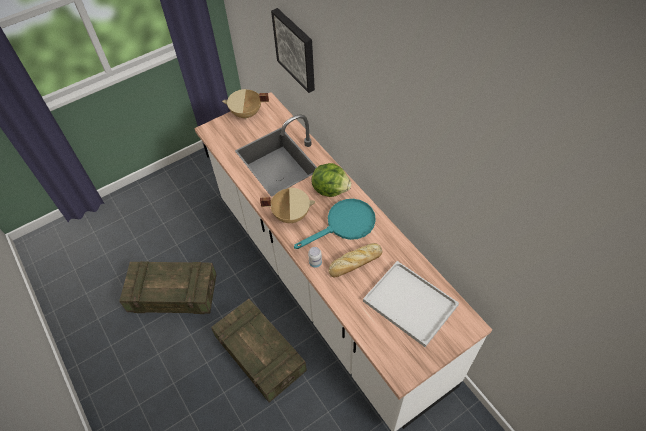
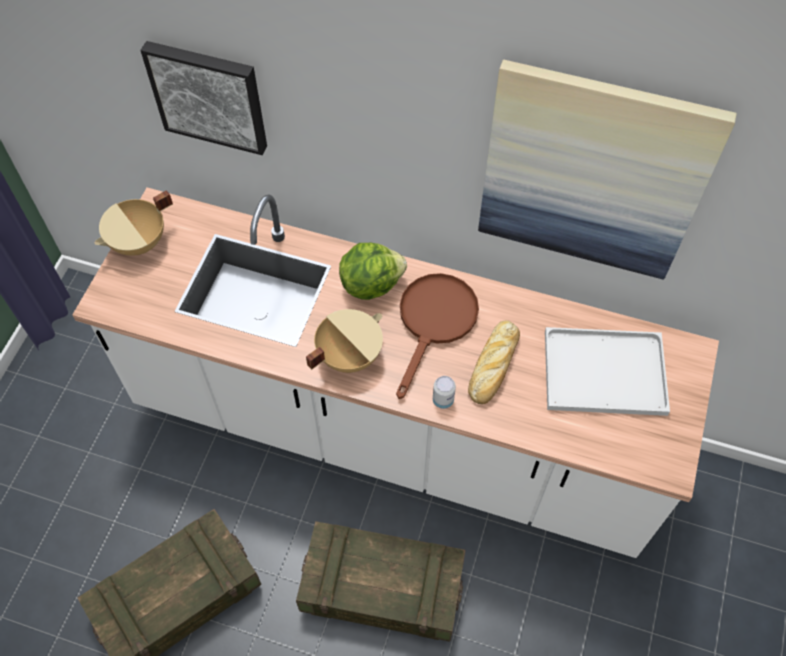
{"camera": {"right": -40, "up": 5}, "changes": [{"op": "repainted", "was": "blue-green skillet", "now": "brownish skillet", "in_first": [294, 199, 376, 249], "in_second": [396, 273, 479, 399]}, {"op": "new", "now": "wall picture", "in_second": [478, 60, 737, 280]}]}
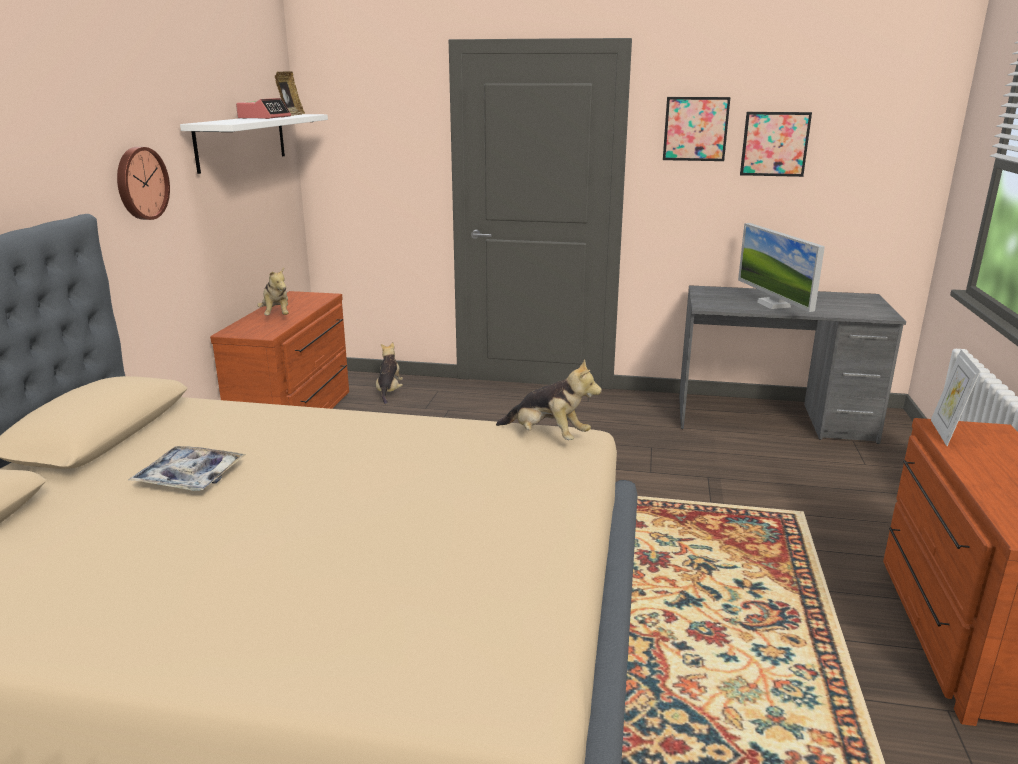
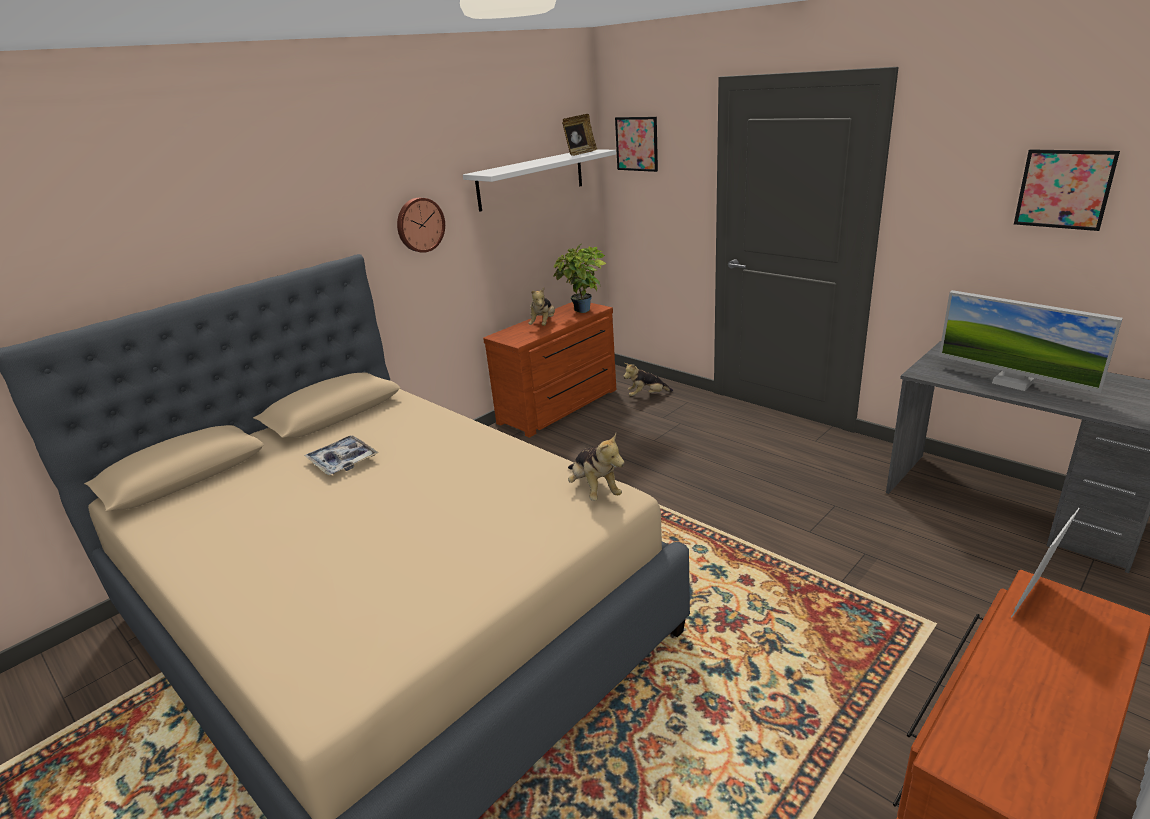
{"camera": {"right": 35, "up": 5}, "changes": [{"op": "gone", "was": "table clock", "in_first": [236, 98, 291, 119]}, {"op": "rotated", "was": "plush toy", "in_first": [376, 342, 403, 404], "in_second": [623, 363, 673, 396], "clockwise": -135}, {"op": "shifted", "was": "wall picture", "in_first": [663, 97, 731, 161], "in_second": [615, 117, 658, 172]}, {"op": "rotated", "was": "monitor", "in_first": [738, 223, 825, 312], "in_second": [939, 290, 1123, 393], "clockwise": -60}, {"op": "new", "now": "houseplant", "in_second": [553, 244, 607, 313]}]}
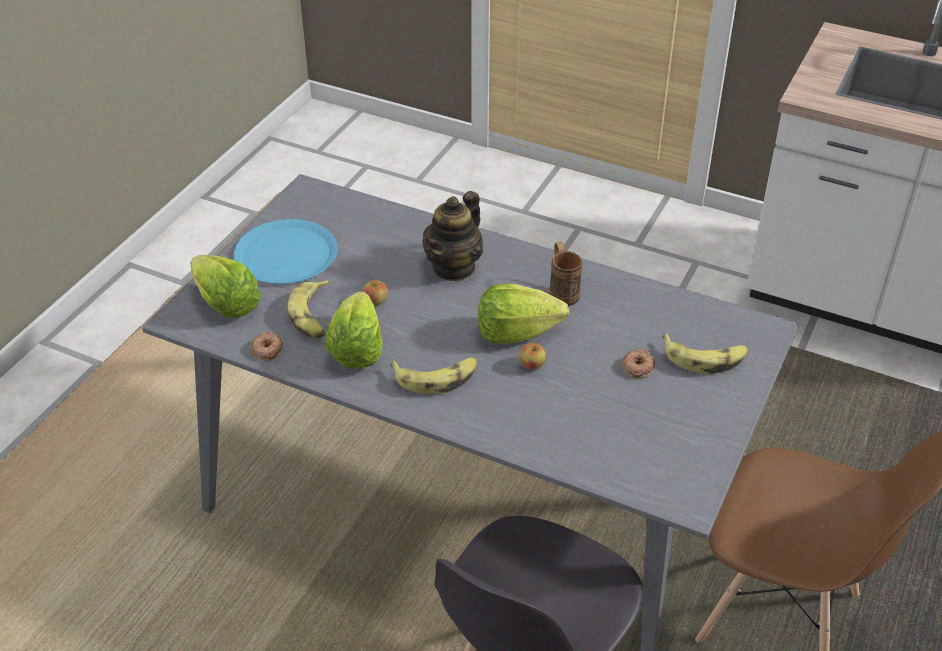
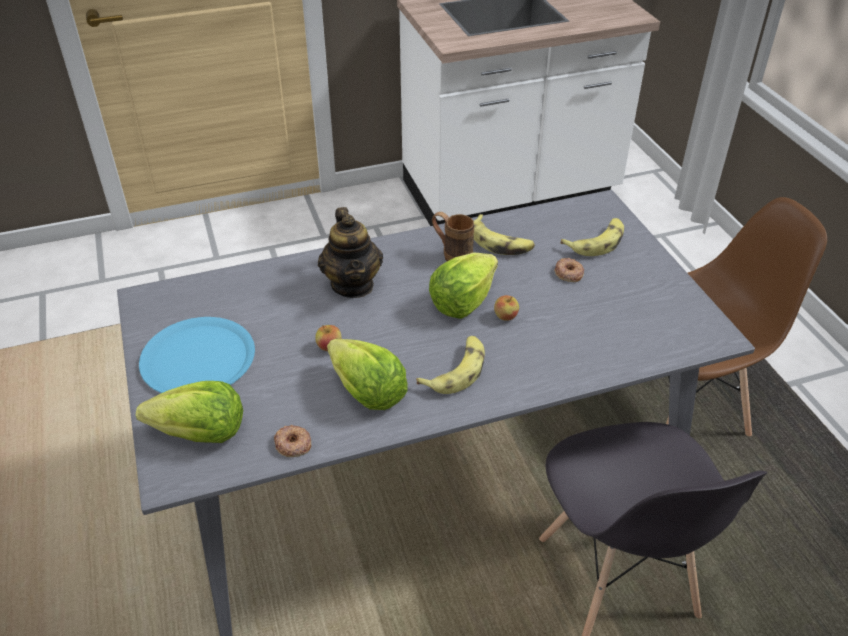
{"camera": {"right": -45, "up": 0}, "changes": [{"op": "shifted", "was": "banana fruit", "in_first": [288, 280, 330, 338], "in_second": [474, 214, 535, 255]}]}
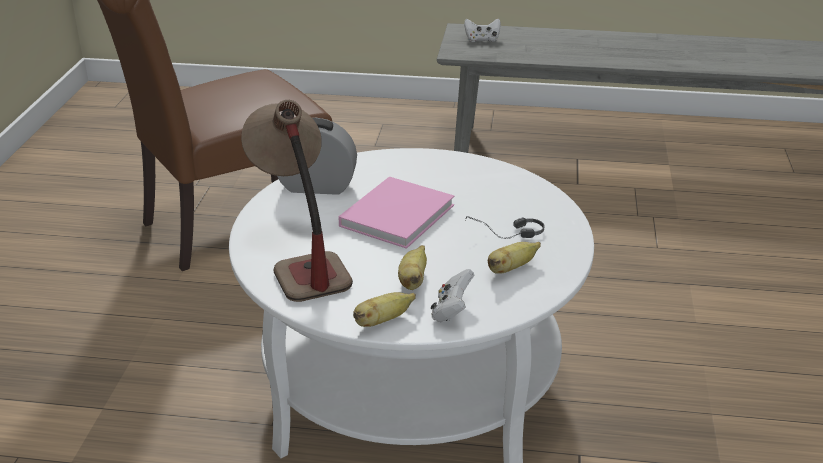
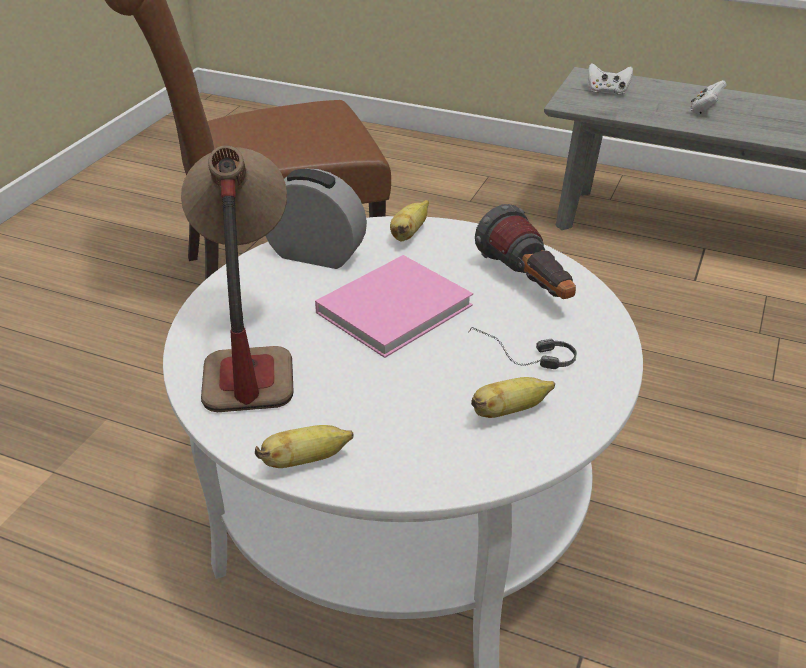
{"camera": {"right": 15, "up": 5}, "changes": [{"op": "shifted", "was": "banana fruit", "in_first": [398, 245, 427, 290], "in_second": [390, 200, 429, 242]}, {"op": "shifted", "was": "white game controller", "in_first": [431, 269, 474, 322], "in_second": [690, 80, 727, 114]}, {"op": "new", "now": "torch", "in_second": [475, 204, 576, 299]}]}
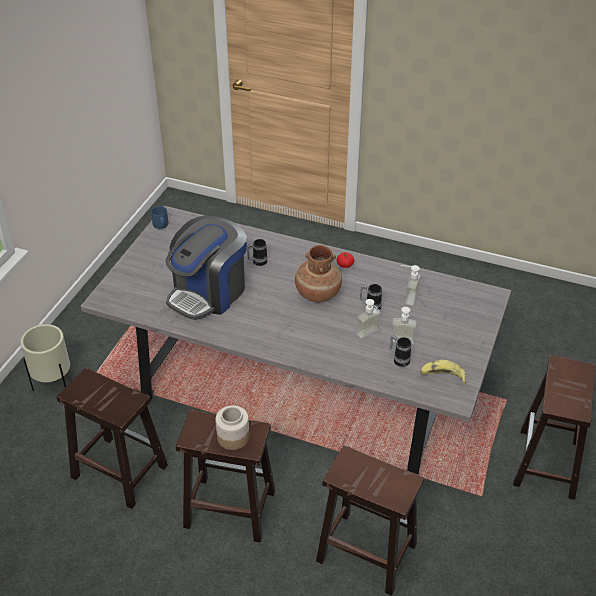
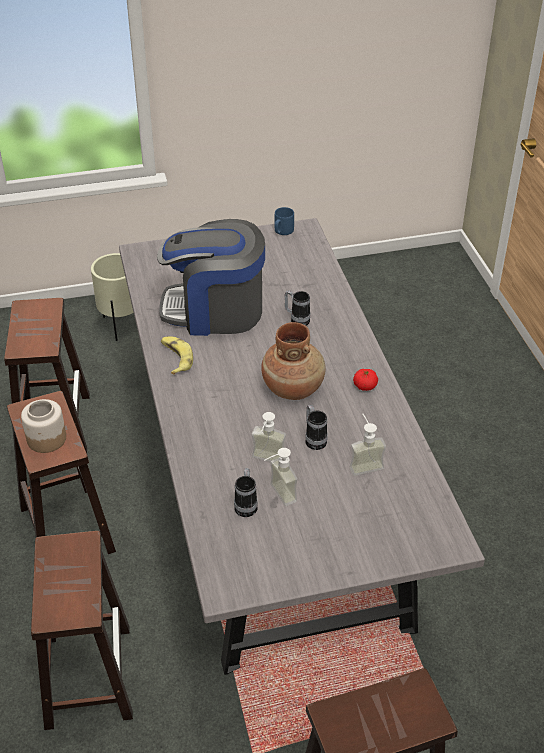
{"camera": {"right": 55, "up": 0}, "changes": [{"op": "shifted", "was": "banana fruit", "in_first": [420, 360, 466, 383], "in_second": [161, 337, 193, 375]}]}
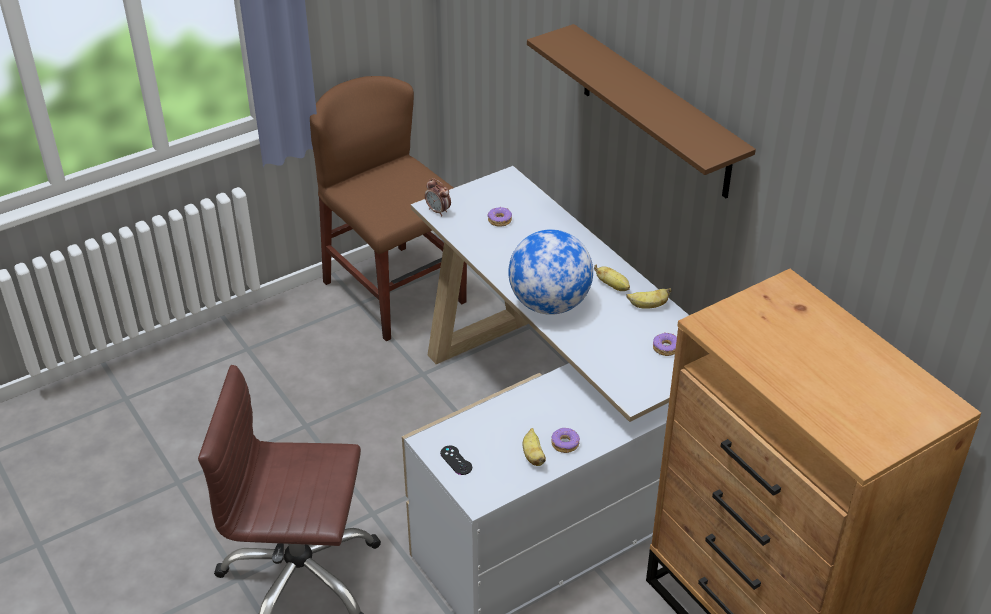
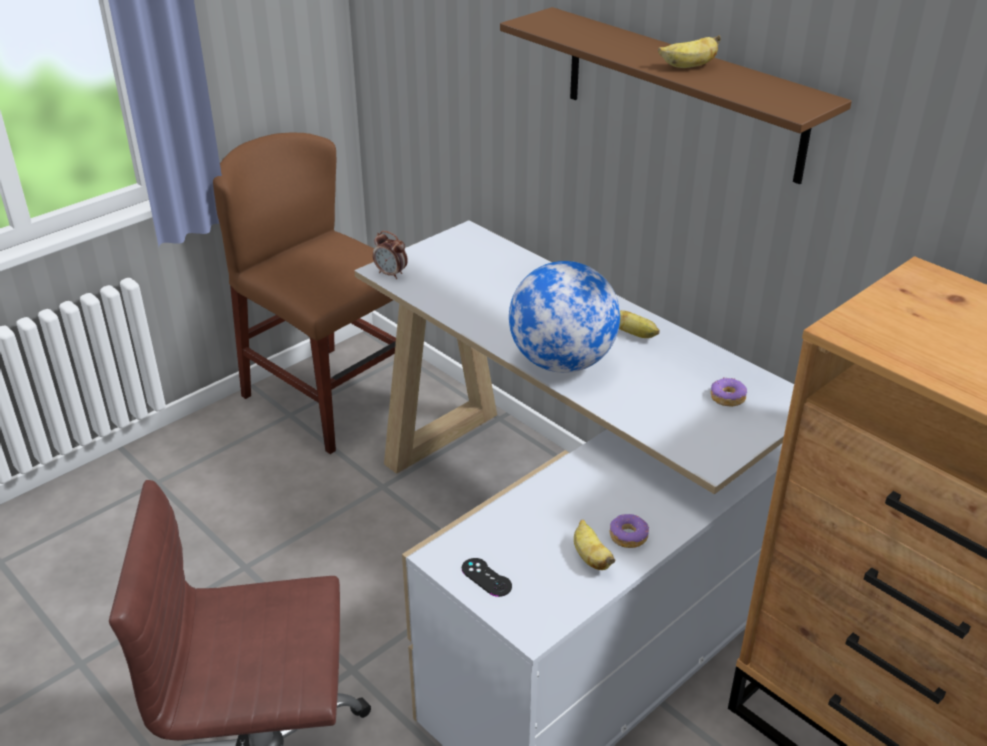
{"camera": {"right": -10, "up": -5}, "changes": [{"op": "gone", "was": "ring doughnut", "in_first": [487, 206, 512, 227]}, {"op": "shifted", "was": "banana fruit", "in_first": [626, 288, 671, 309], "in_second": [658, 35, 721, 68]}]}
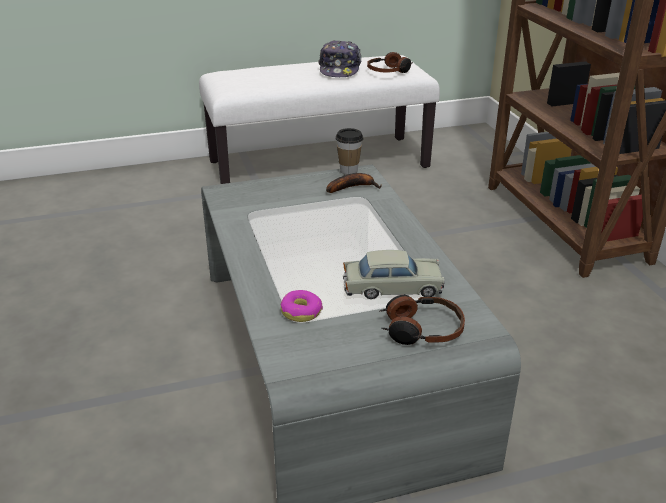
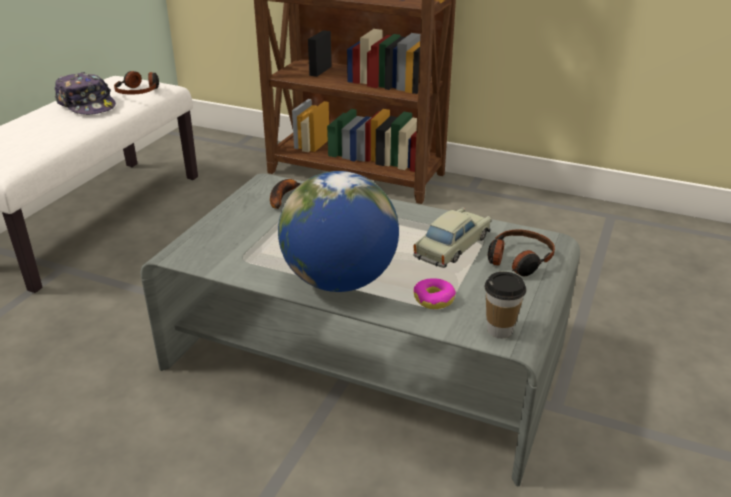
{"camera": {"right": -50, "up": 0}, "changes": [{"op": "shifted", "was": "drinking cup", "in_first": [335, 128, 364, 175], "in_second": [484, 272, 526, 338]}, {"op": "new", "now": "globe", "in_second": [278, 171, 399, 292]}]}
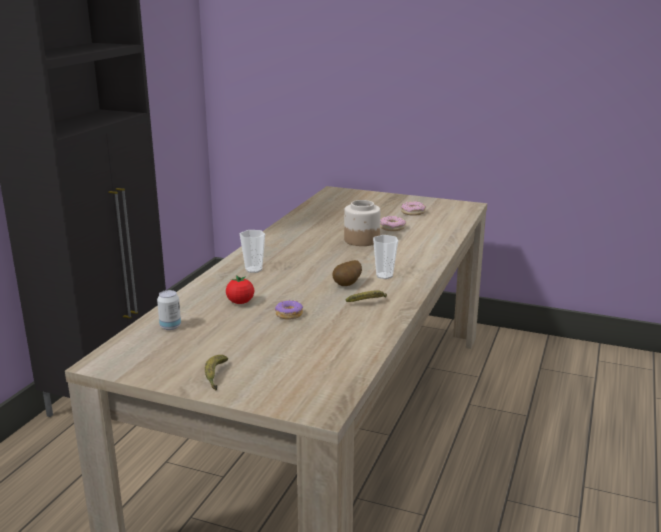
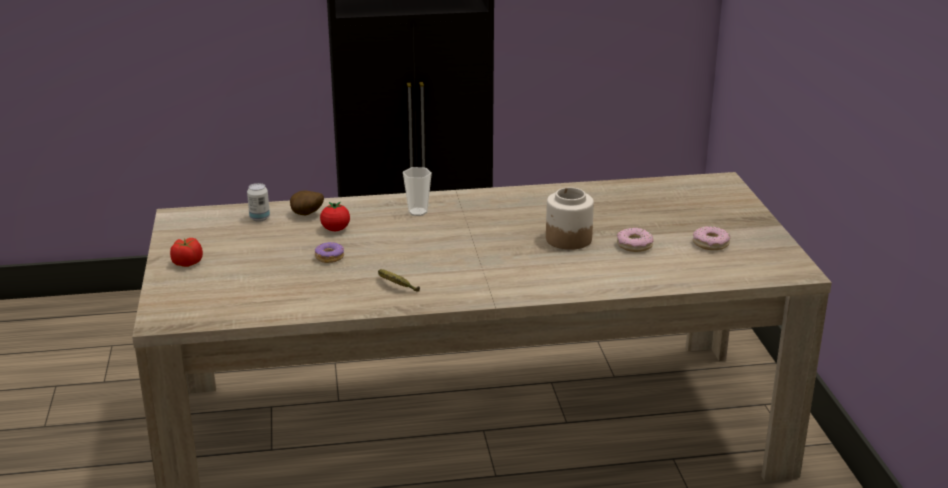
{"camera": {"right": 60, "up": 5}, "changes": [{"op": "swapped", "was": "banana fruit", "now": "tomato", "in_first": [205, 355, 228, 391], "in_second": [170, 238, 203, 267]}, {"op": "shifted", "was": "potato", "in_first": [332, 260, 362, 286], "in_second": [290, 190, 324, 215]}, {"op": "gone", "was": "drinking cup", "in_first": [373, 235, 398, 279]}]}
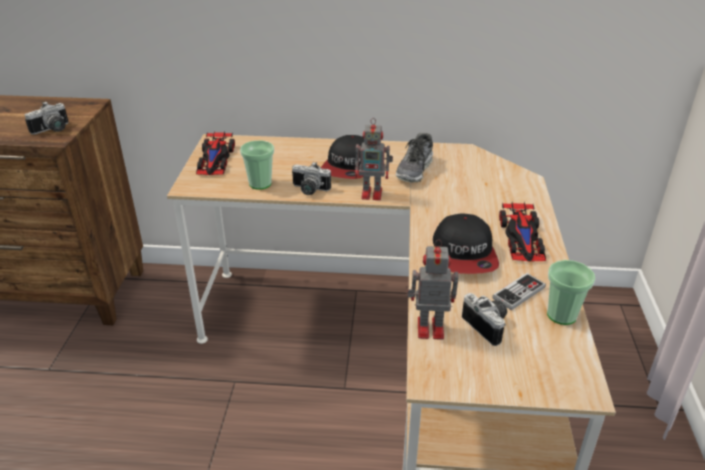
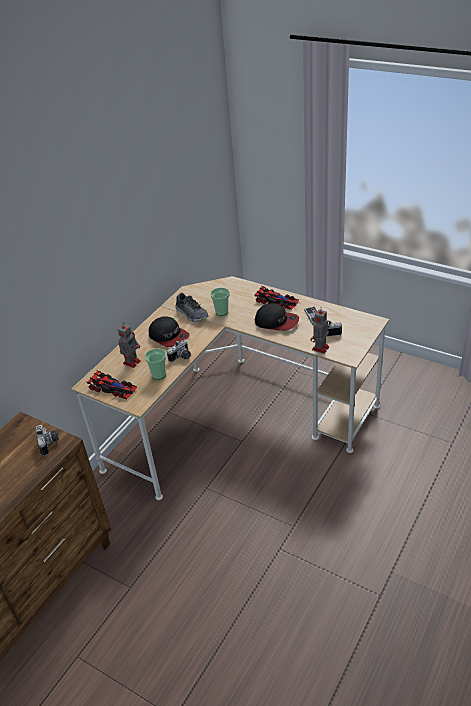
{"camera": {"right": -60, "up": 5}, "changes": [{"op": "shifted", "was": "toy robot", "in_first": [355, 118, 393, 200], "in_second": [118, 323, 141, 368]}, {"op": "shifted", "was": "drinking cup", "in_first": [547, 260, 595, 325], "in_second": [210, 288, 230, 316]}]}
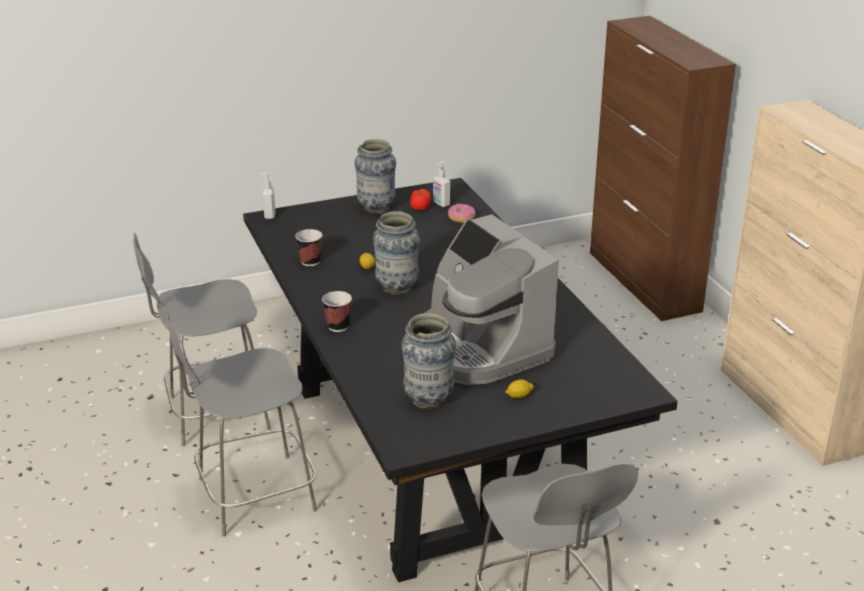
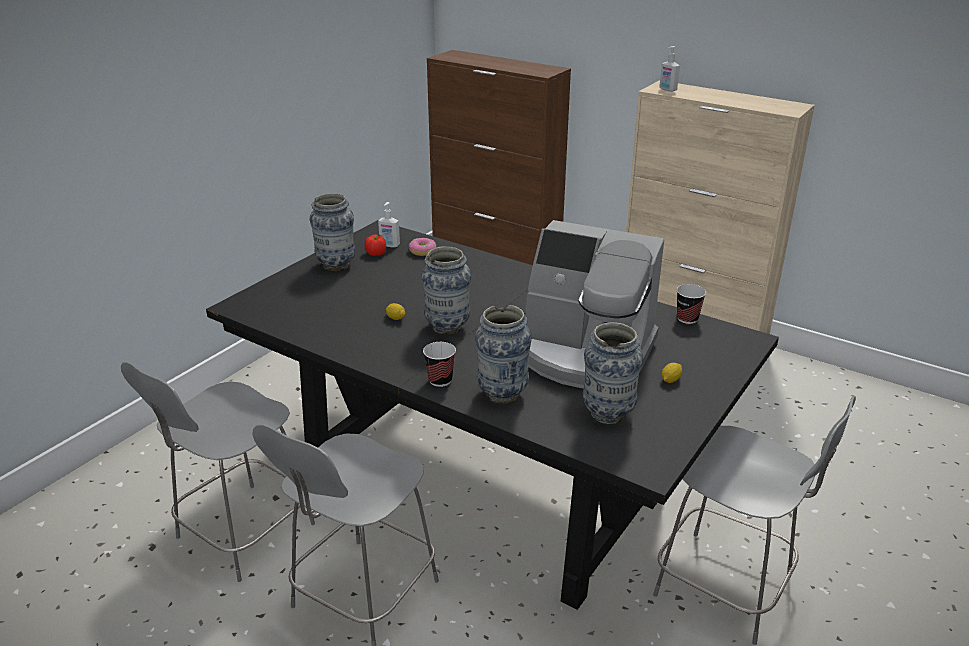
{"camera": {"right": -35, "up": 0}, "changes": [{"op": "shifted", "was": "soap bottle", "in_first": [260, 173, 275, 219], "in_second": [659, 46, 680, 92]}, {"op": "shifted", "was": "drinking cup", "in_first": [295, 229, 322, 266], "in_second": [677, 284, 706, 324]}, {"op": "new", "now": "flower vase", "in_second": [475, 305, 532, 404]}]}
